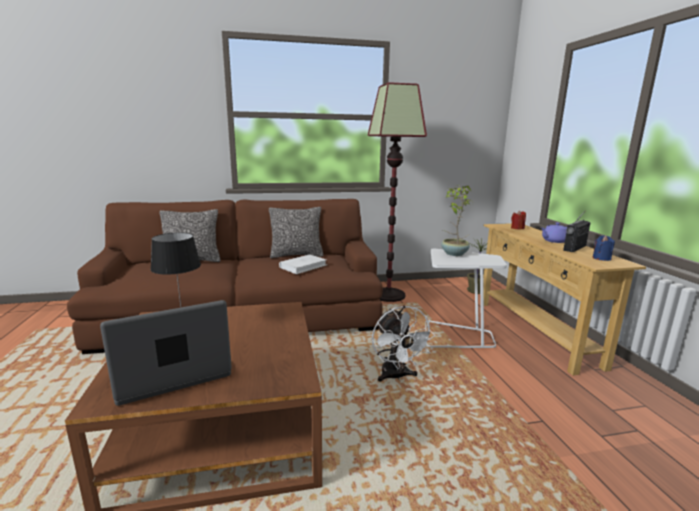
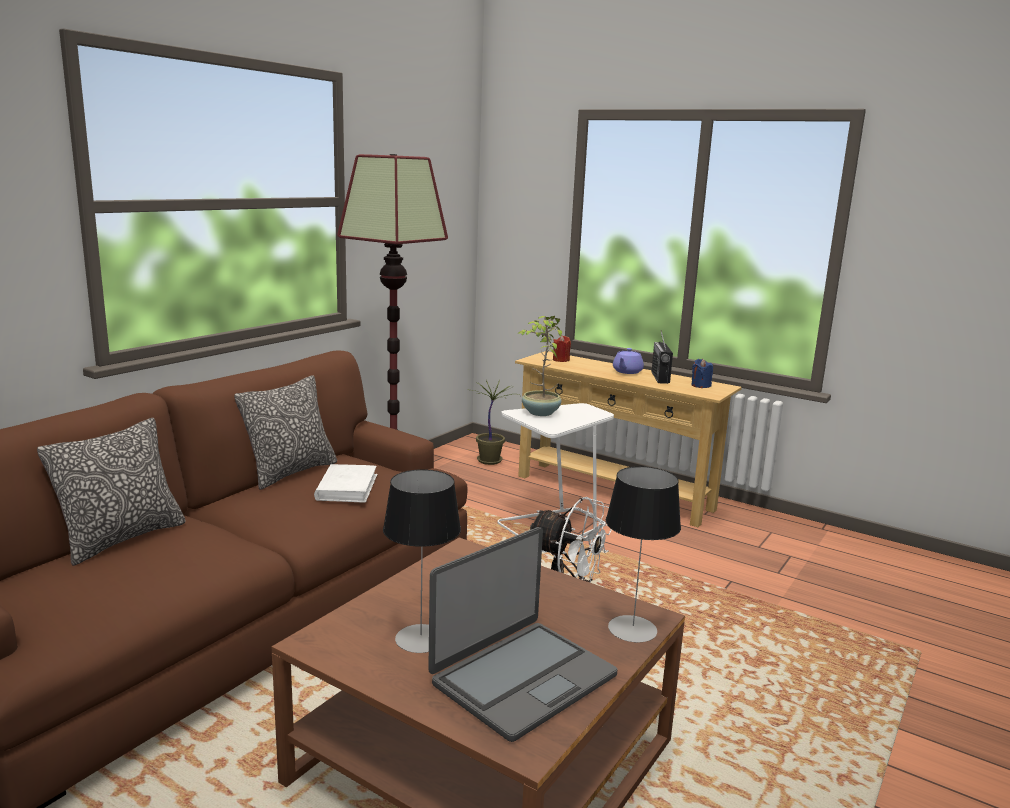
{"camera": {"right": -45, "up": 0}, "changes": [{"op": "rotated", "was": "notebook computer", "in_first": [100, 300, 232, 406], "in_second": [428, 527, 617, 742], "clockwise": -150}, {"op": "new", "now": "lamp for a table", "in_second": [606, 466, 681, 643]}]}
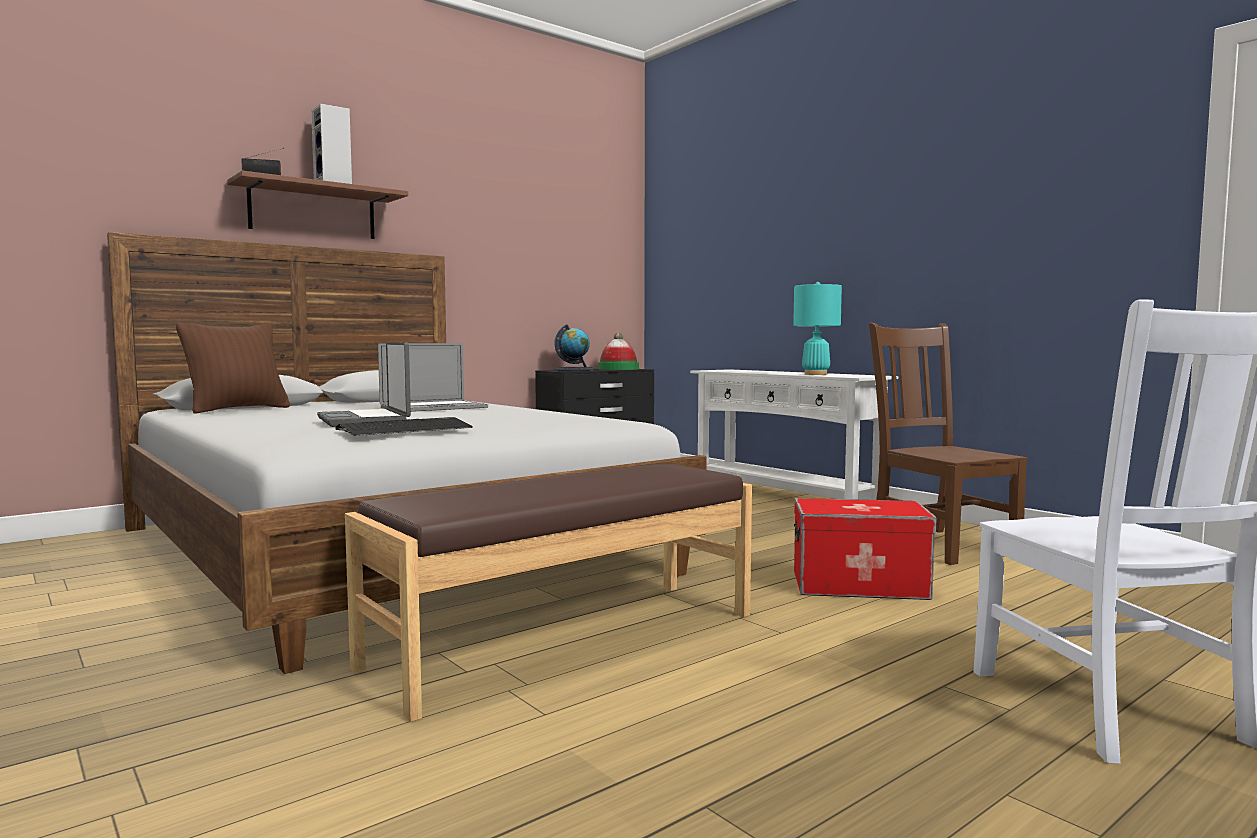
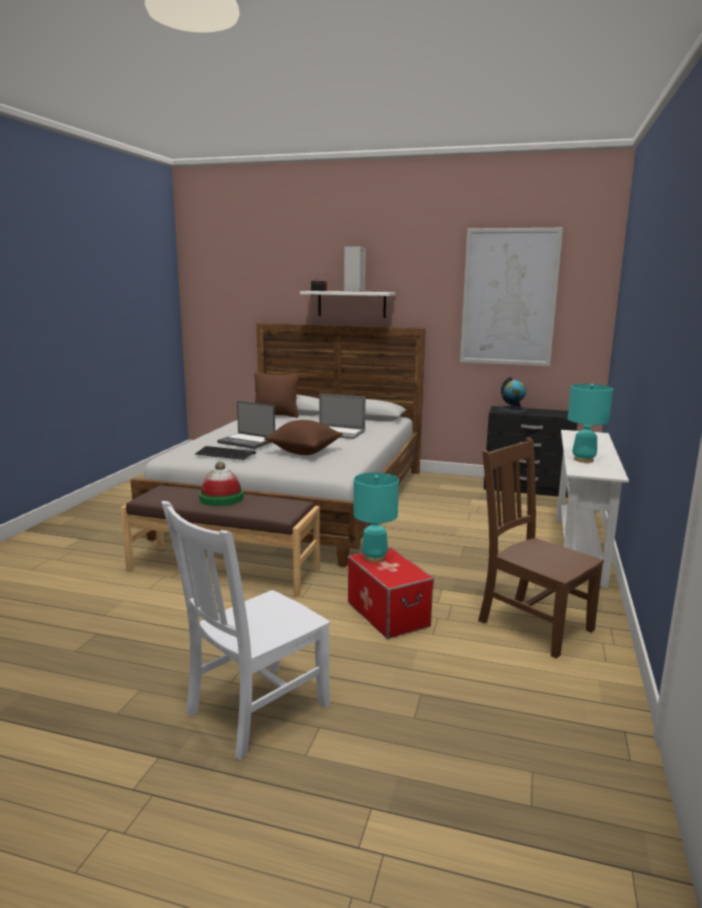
{"camera": {"right": 55, "up": 10}, "changes": [{"op": "repainted", "was": "brownish wall shelf", "now": "white wall shelf", "in_first": [227, 171, 408, 239], "in_second": [300, 291, 395, 318]}, {"op": "rotated", "was": "notebook computer", "in_first": [317, 342, 411, 427], "in_second": [217, 401, 275, 449], "clockwise": -90}, {"op": "shifted", "was": "wearable hat", "in_first": [598, 332, 639, 370], "in_second": [199, 461, 244, 506]}, {"op": "rotated", "was": "brownish chair", "in_first": [869, 323, 1028, 565], "in_second": [478, 437, 604, 658], "clockwise": -75}, {"op": "new", "now": "brownish cushion", "in_second": [264, 420, 343, 455]}, {"op": "new", "now": "blue-green lamp for a table", "in_second": [353, 472, 399, 563]}, {"op": "new", "now": "wall picture", "in_second": [460, 228, 563, 367]}]}
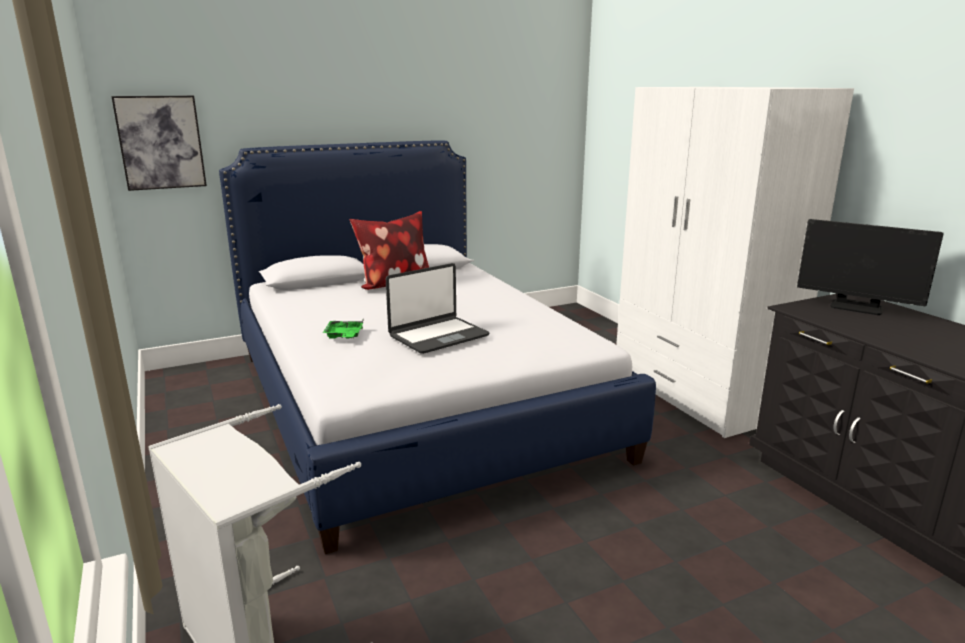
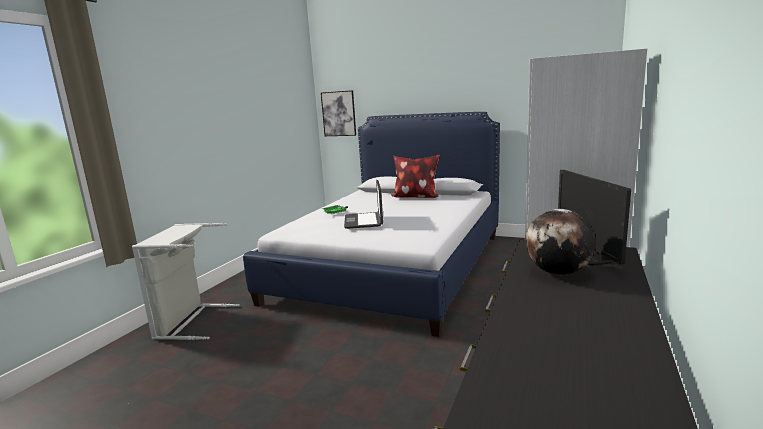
{"camera": {"right": 50, "up": -5}, "changes": [{"op": "rotated", "was": "notebook computer", "in_first": [386, 263, 489, 354], "in_second": [344, 180, 383, 229], "clockwise": 75}, {"op": "new", "now": "globe", "in_second": [526, 209, 596, 275]}]}
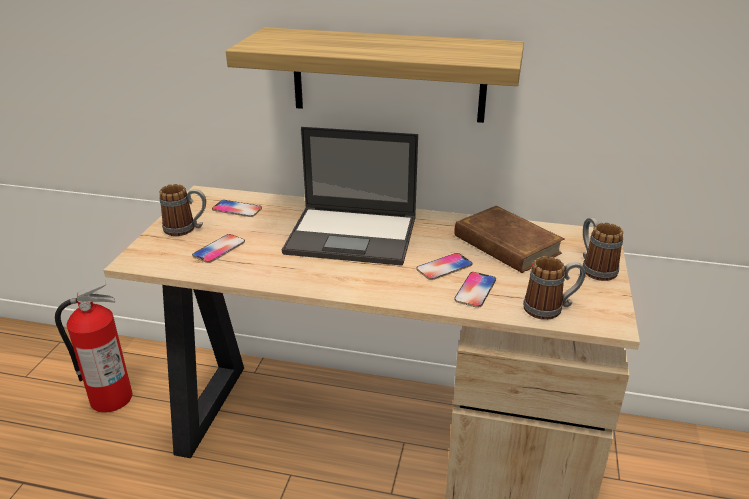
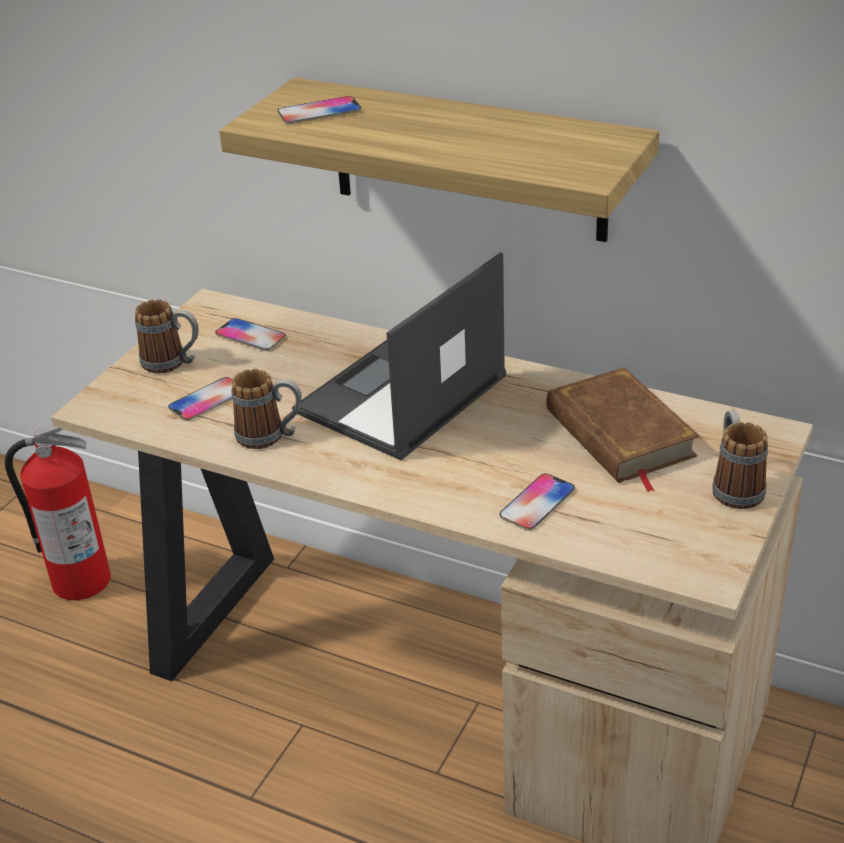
{"camera": {"right": 15, "up": 5}, "changes": [{"op": "rotated", "was": "notebook computer", "in_first": [282, 127, 418, 266], "in_second": [292, 252, 506, 460], "clockwise": 105}, {"op": "shifted", "was": "phone", "in_first": [416, 253, 473, 280], "in_second": [278, 96, 361, 124]}, {"op": "shifted", "was": "mug", "in_first": [523, 256, 586, 320], "in_second": [231, 369, 302, 449]}]}
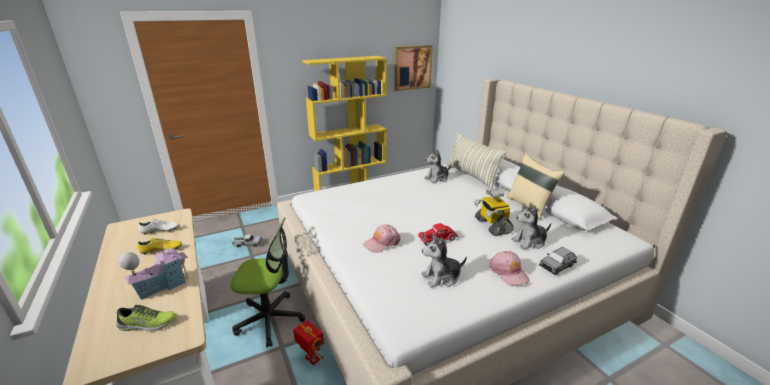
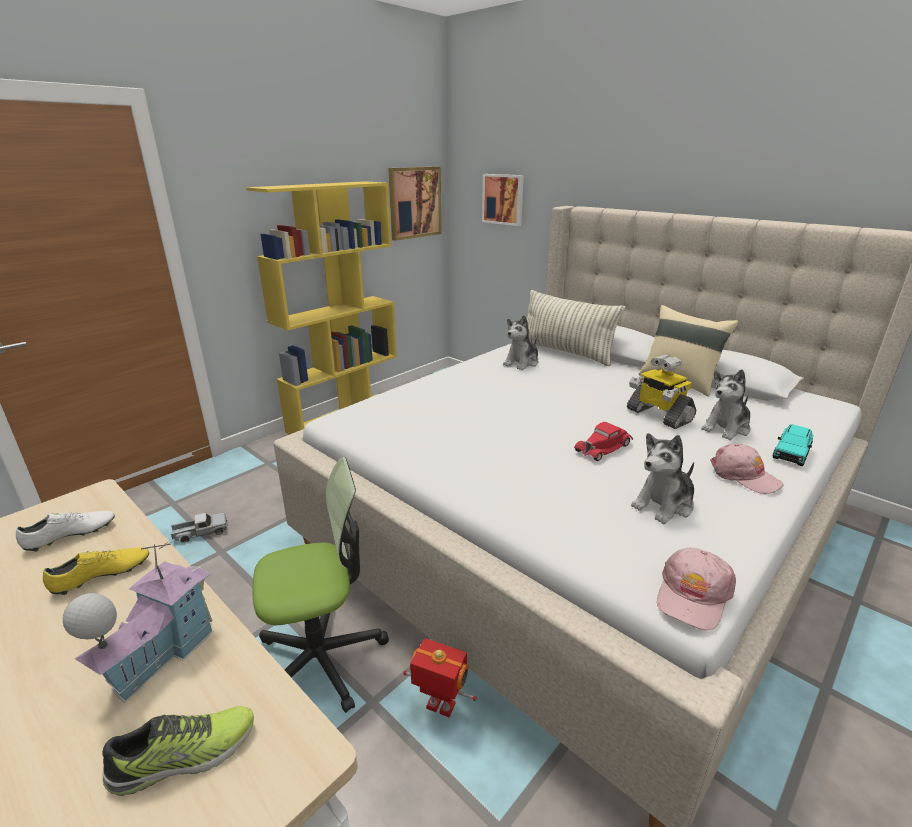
{"camera": {"right": -20, "up": 0}, "changes": [{"op": "shifted", "was": "pink-coloured baseball cap", "in_first": [363, 224, 401, 253], "in_second": [657, 548, 736, 630]}, {"op": "repainted", "was": "gray model car", "now": "blue-green model car", "in_first": [539, 247, 577, 275], "in_second": [772, 424, 814, 466]}, {"op": "new", "now": "wall picture", "in_second": [482, 174, 524, 226]}]}
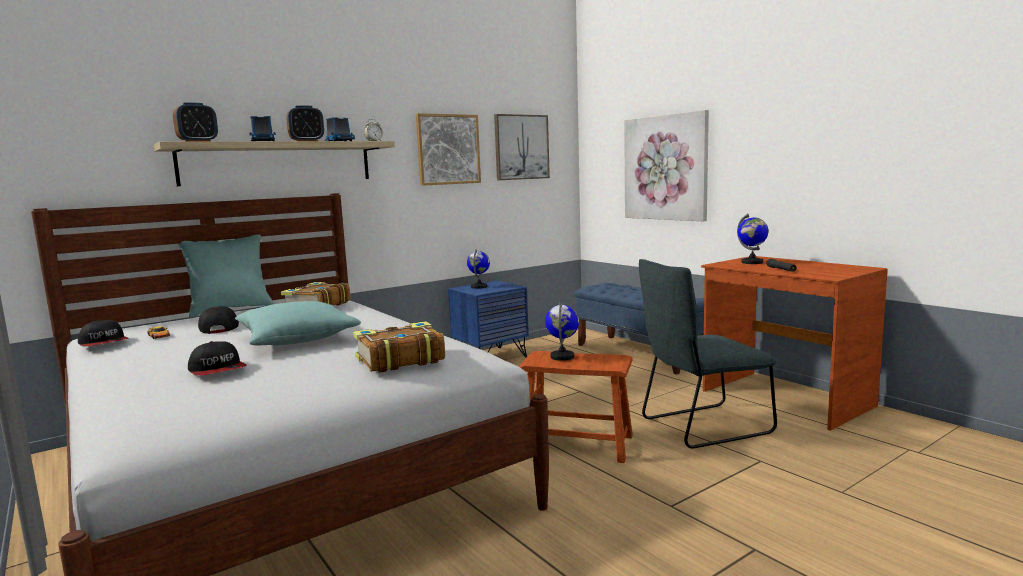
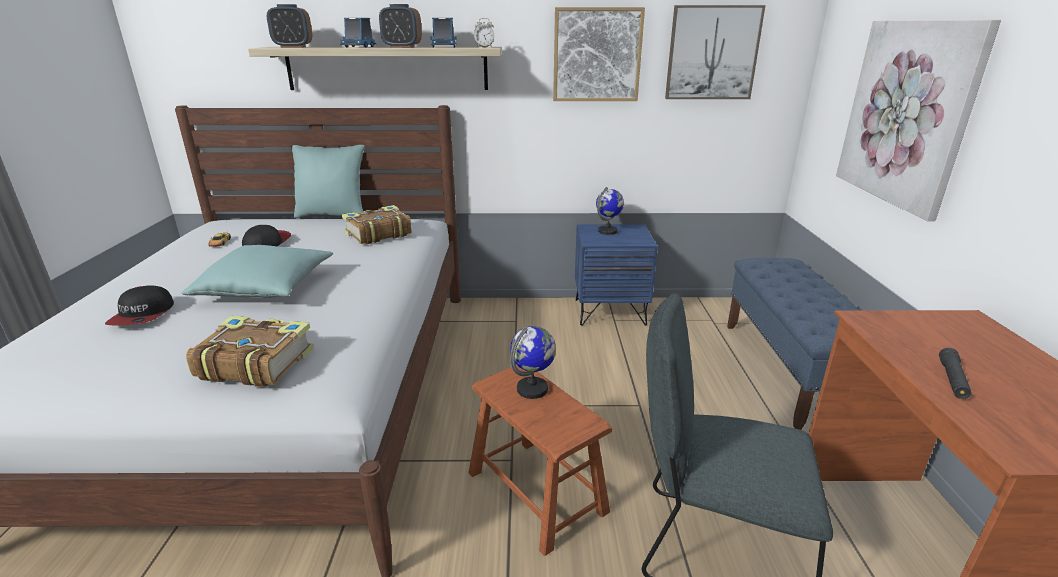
{"camera": {"right": 35, "up": 15}, "changes": [{"op": "gone", "was": "baseball cap", "in_first": [78, 320, 129, 347]}, {"op": "gone", "was": "globe", "in_first": [737, 214, 768, 264]}]}
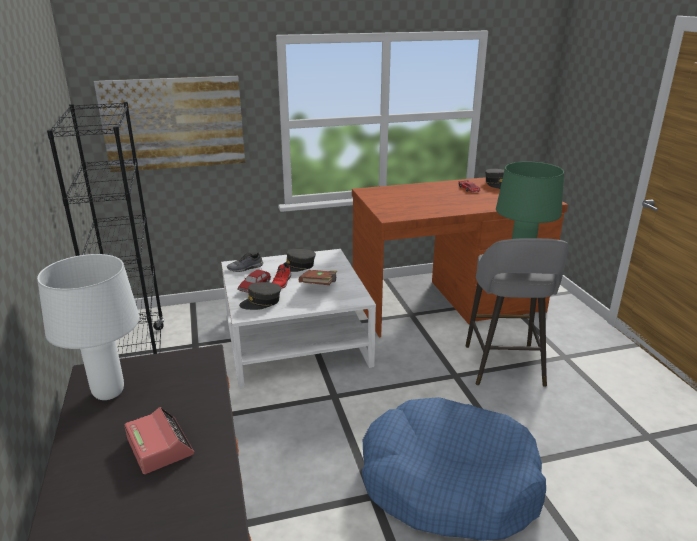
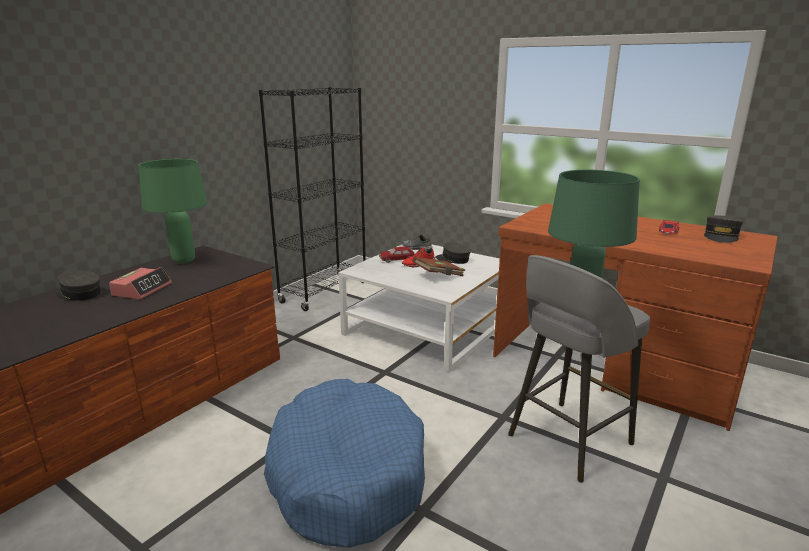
{"camera": {"right": 50, "up": -5}, "changes": [{"op": "repainted", "was": "white lamp for a table", "now": "greenish lamp for a table", "in_first": [37, 254, 140, 400], "in_second": [139, 159, 208, 264]}, {"op": "gone", "was": "wall picture", "in_first": [94, 76, 245, 172]}, {"op": "shifted", "was": "gray baseball cap", "in_first": [239, 282, 281, 310], "in_second": [56, 270, 100, 301]}]}
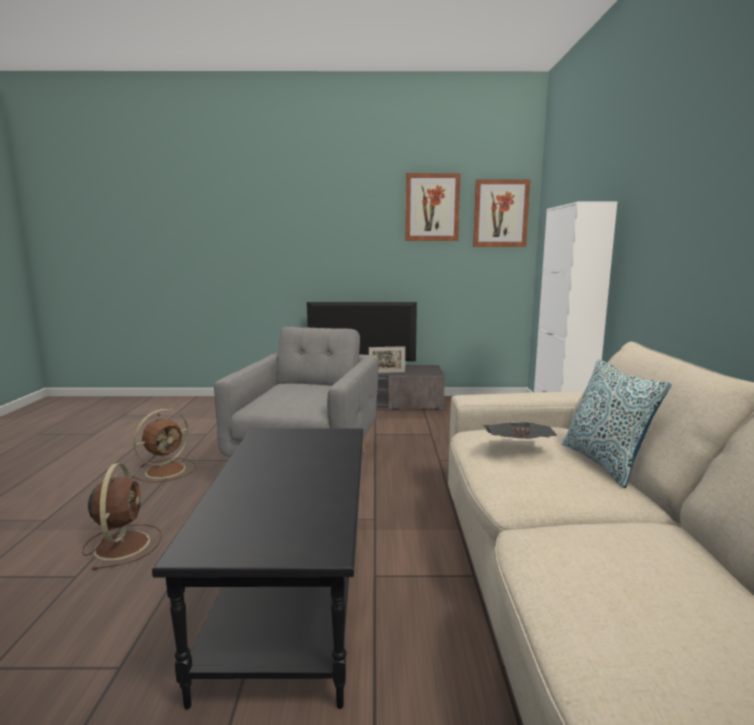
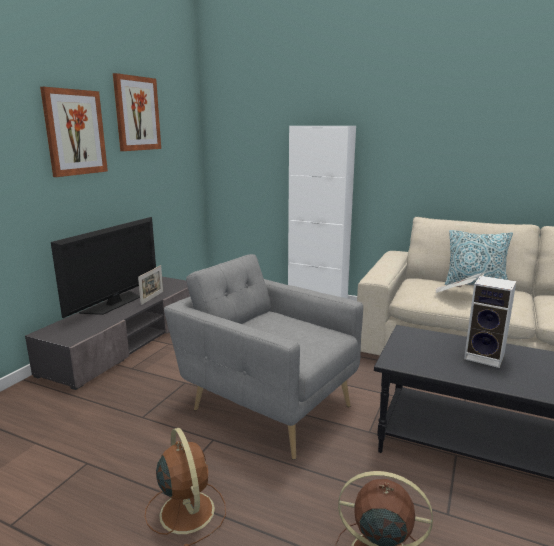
{"camera": {"right": -65, "up": 5}, "changes": [{"op": "shifted", "was": "wall picture", "in_first": [473, 179, 530, 247], "in_second": [40, 87, 108, 177]}, {"op": "new", "now": "audio speaker", "in_second": [464, 276, 516, 368]}]}
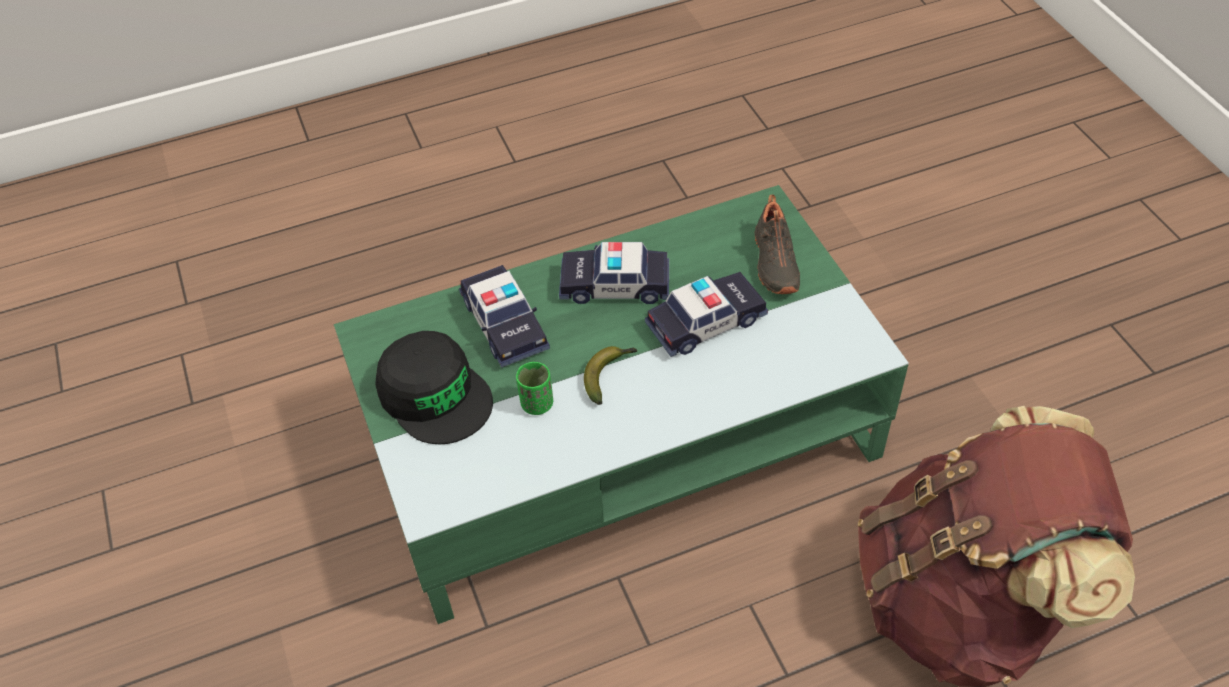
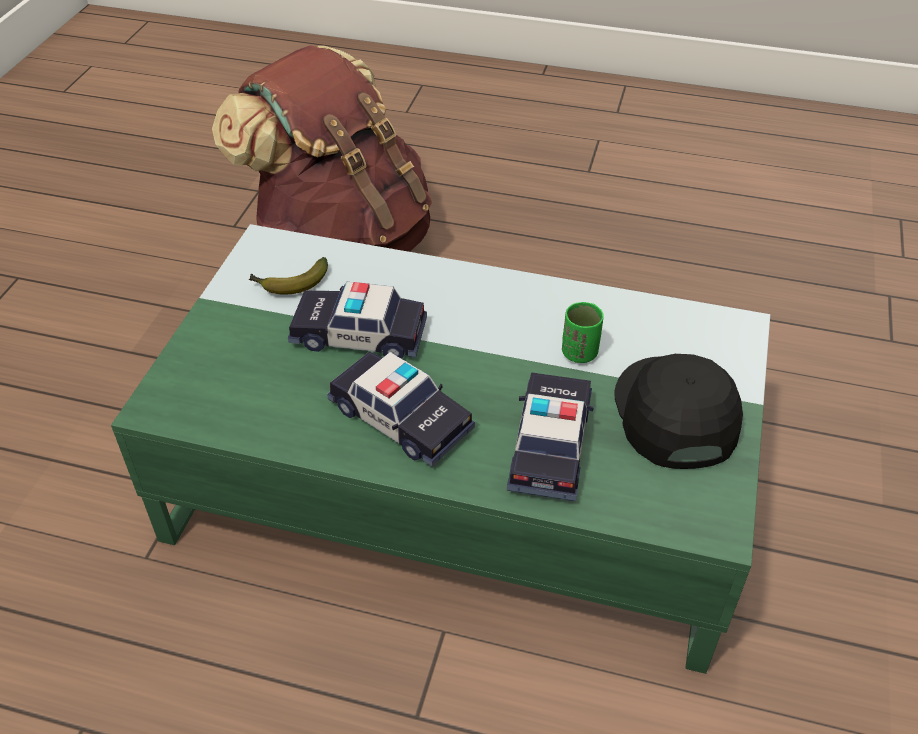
{"camera": {"right": -145, "up": -5}, "changes": [{"op": "shifted", "was": "banana fruit", "in_first": [584, 346, 637, 405], "in_second": [249, 257, 328, 294]}, {"op": "gone", "was": "black low shoe", "in_first": [755, 195, 800, 294]}]}
